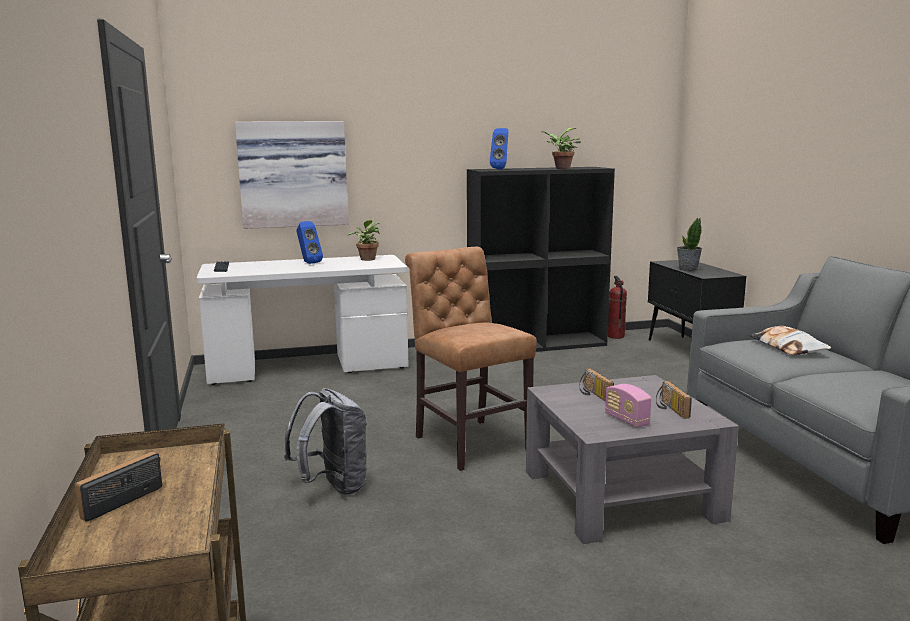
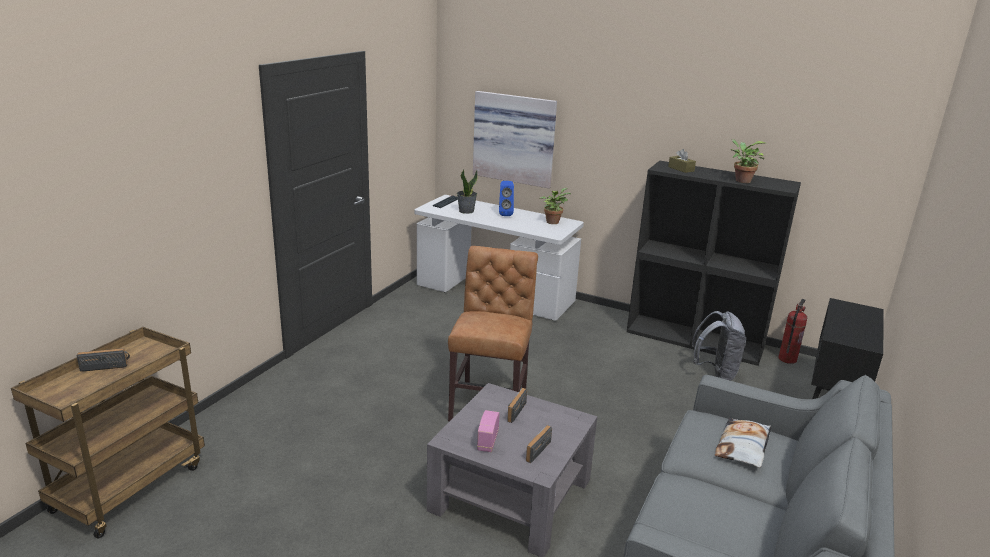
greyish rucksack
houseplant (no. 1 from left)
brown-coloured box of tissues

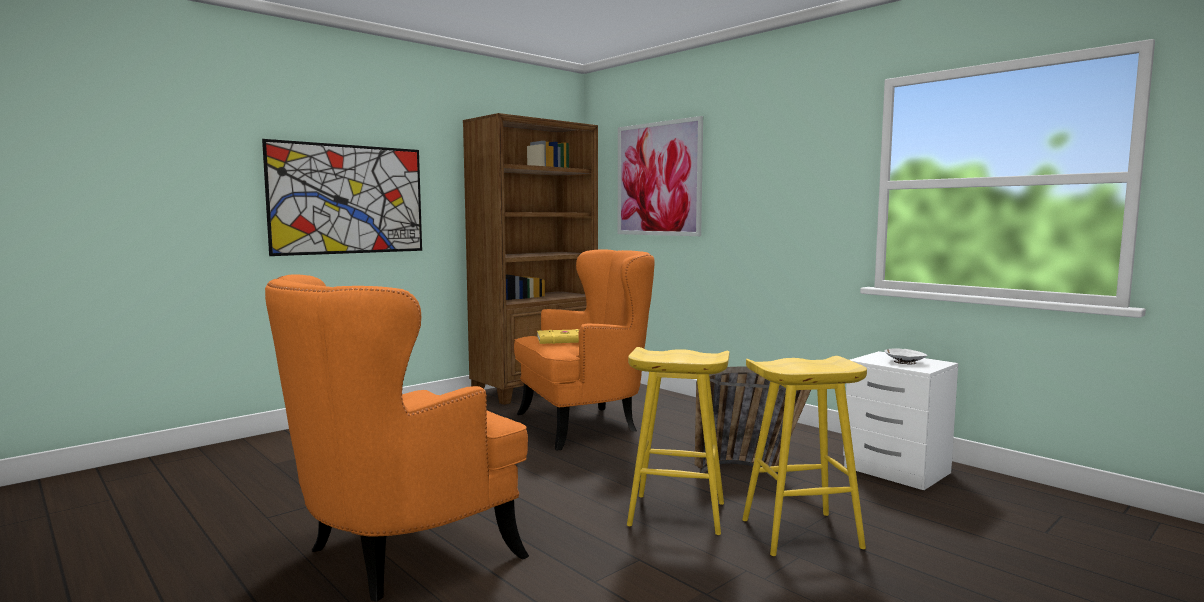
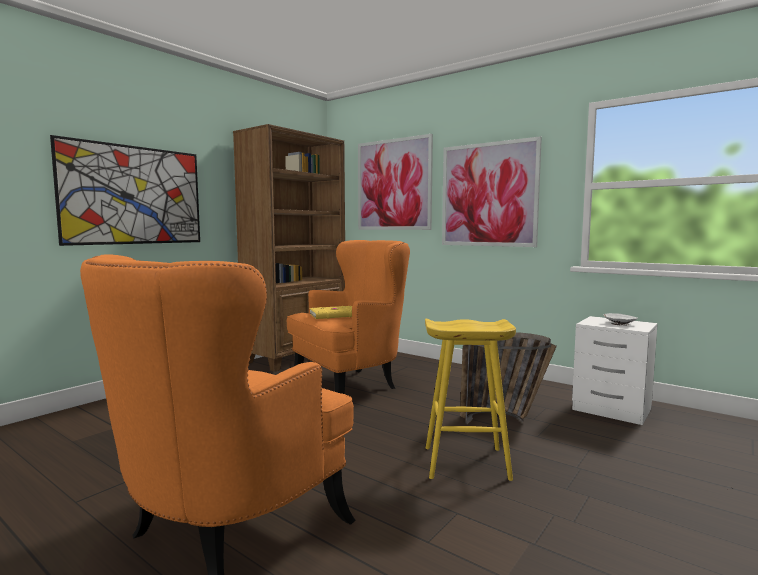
yellow-coloured stool (no. 2 from left in the first image)
wall picture (no. 3 from left)

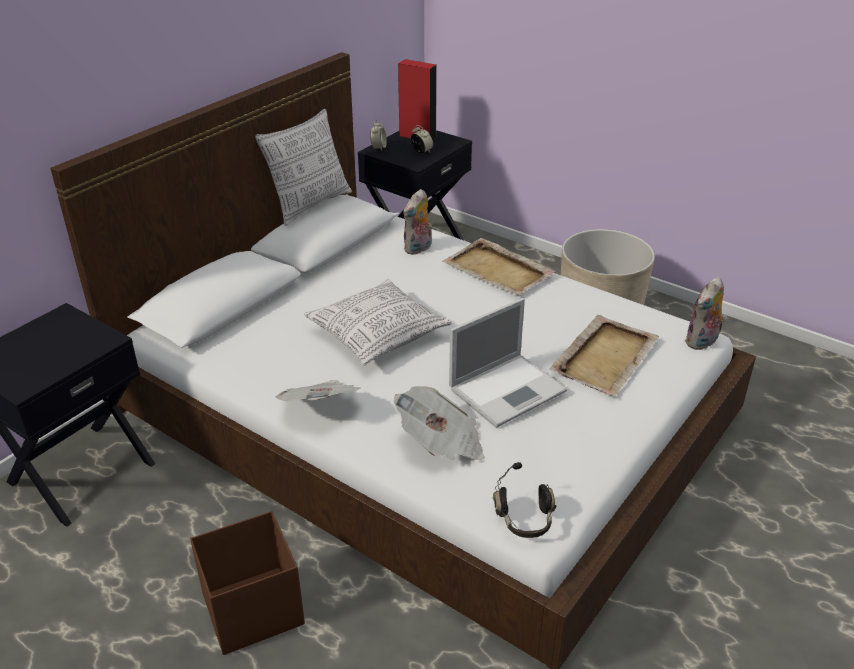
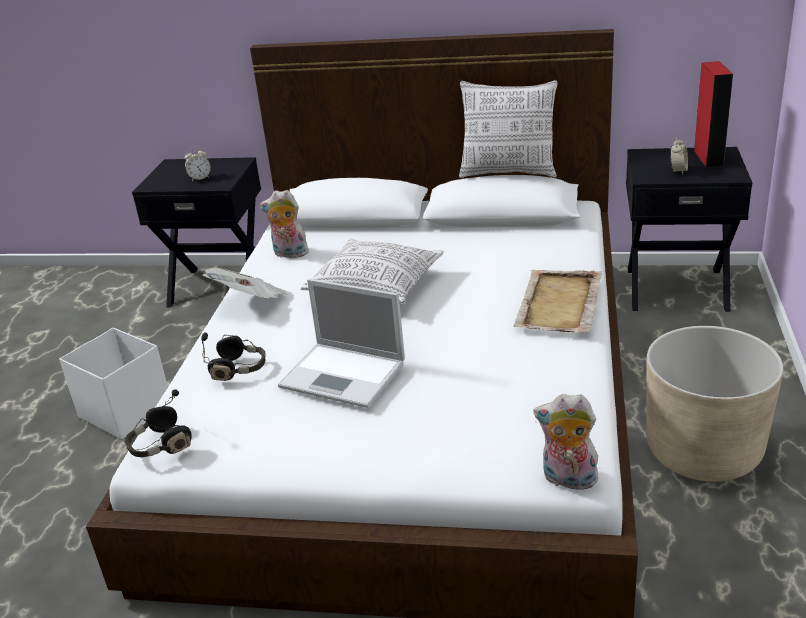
beige carrying tray (no. 2 from left in the first image)
alarm clock (no. 1 from left)
plush toy (no. 1 from left)
blackish pair of headphones (no. 2 from left)
white storage container

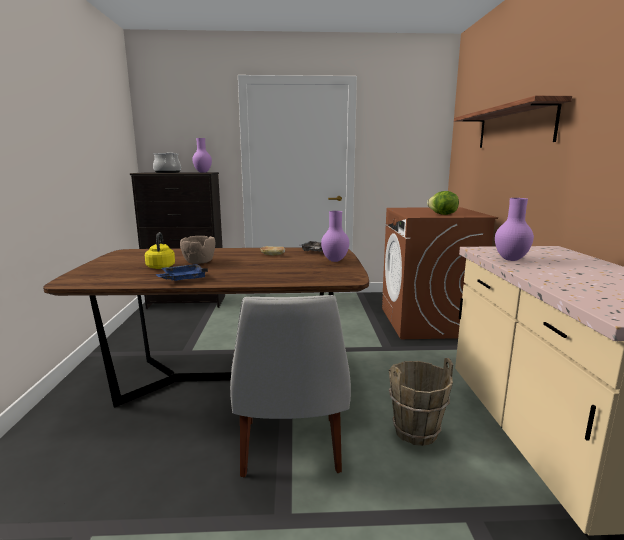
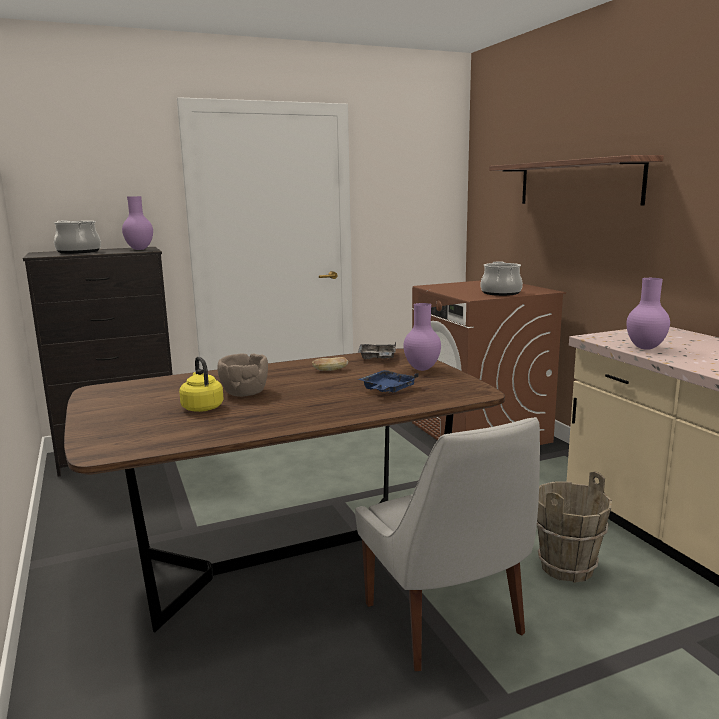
bluish carrying tray
saucepot (no. 2 from left)

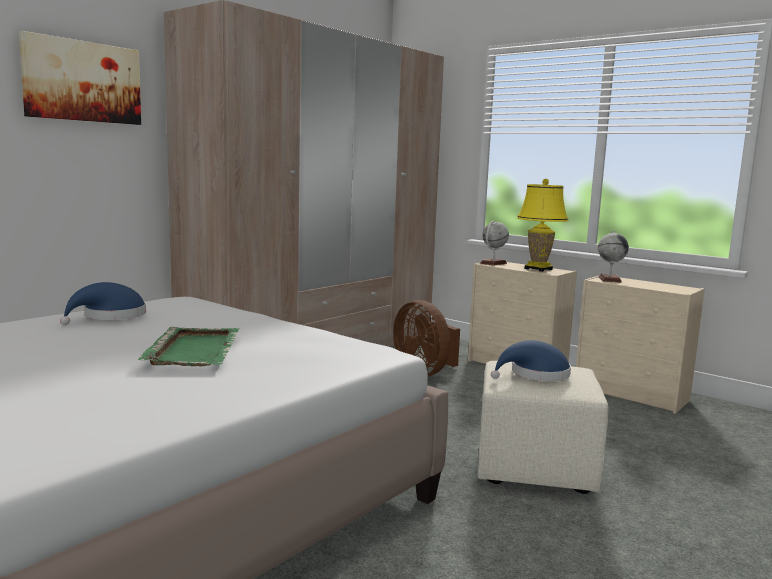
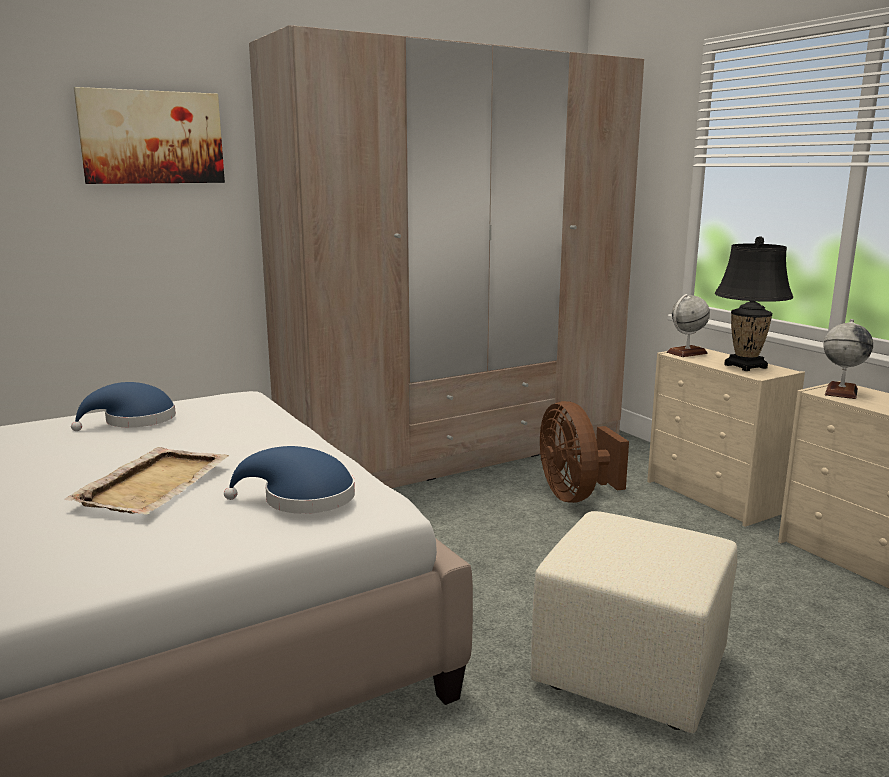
bluish wearable hat (no. 2 from left)
beige carrying tray
blackish table lamp

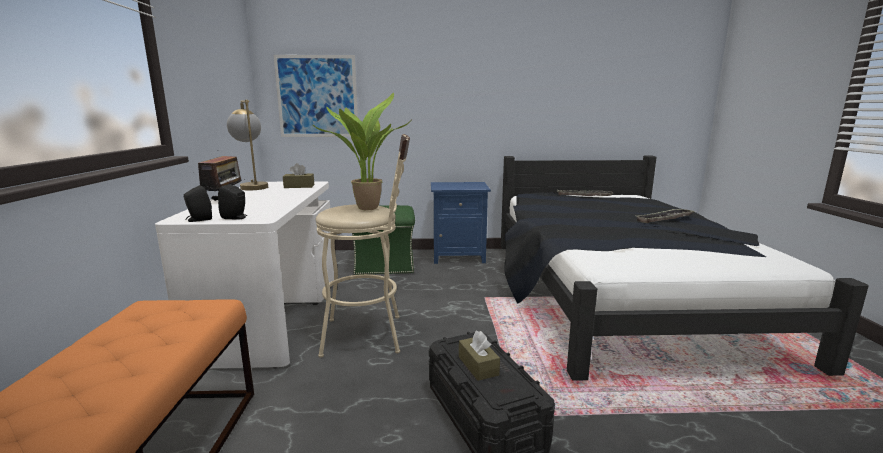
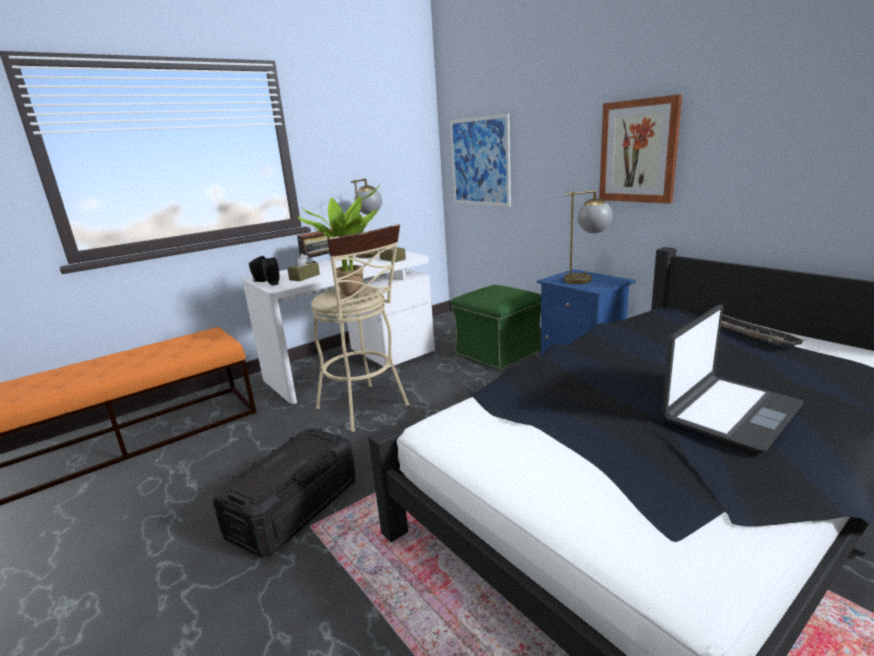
table lamp (no. 2 from left)
wall picture (no. 2 from left)
brown-coloured box of tissues (no. 1 from left)
laptop

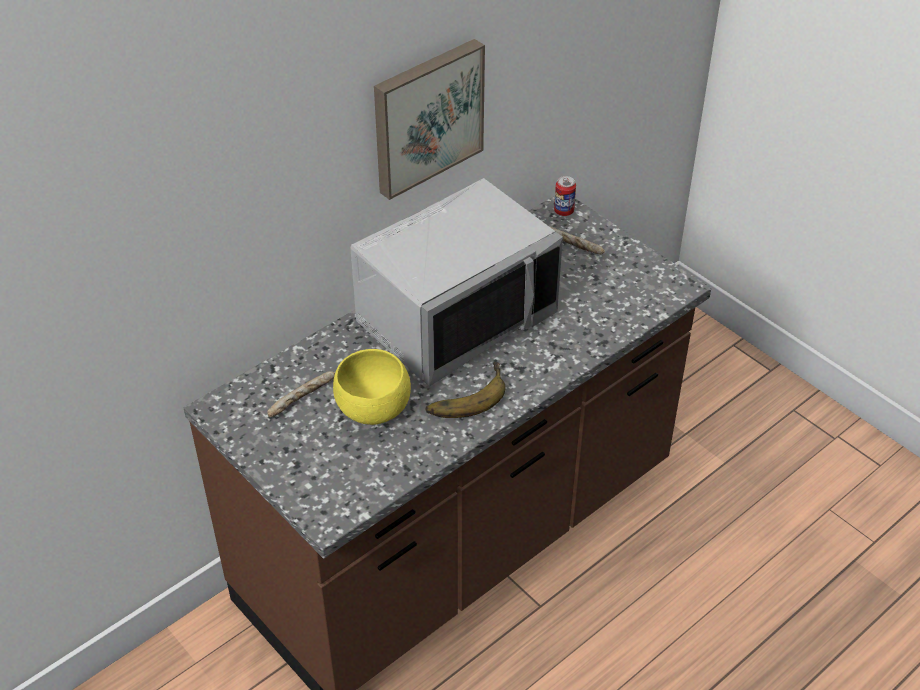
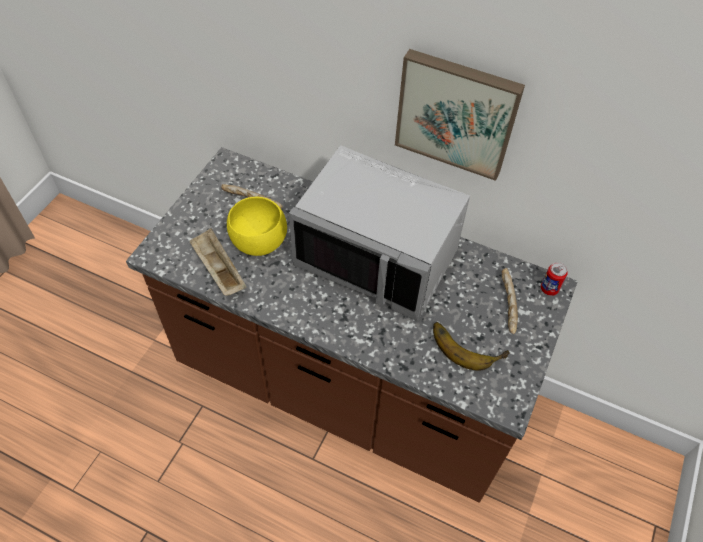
beige carrying tray
banana

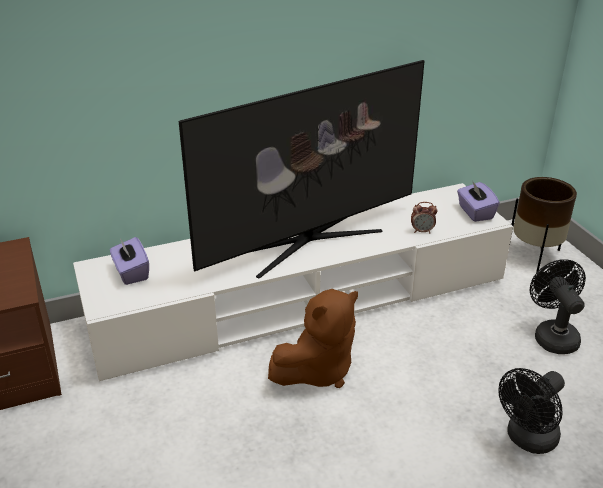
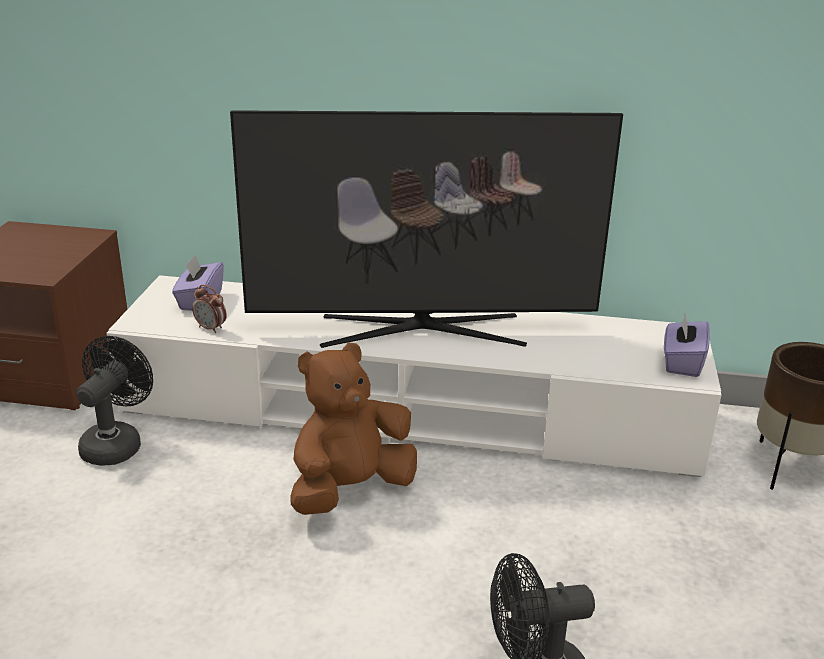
alarm clock
blackish cooling fan (no. 1 from left)
brown-coloured plush toy

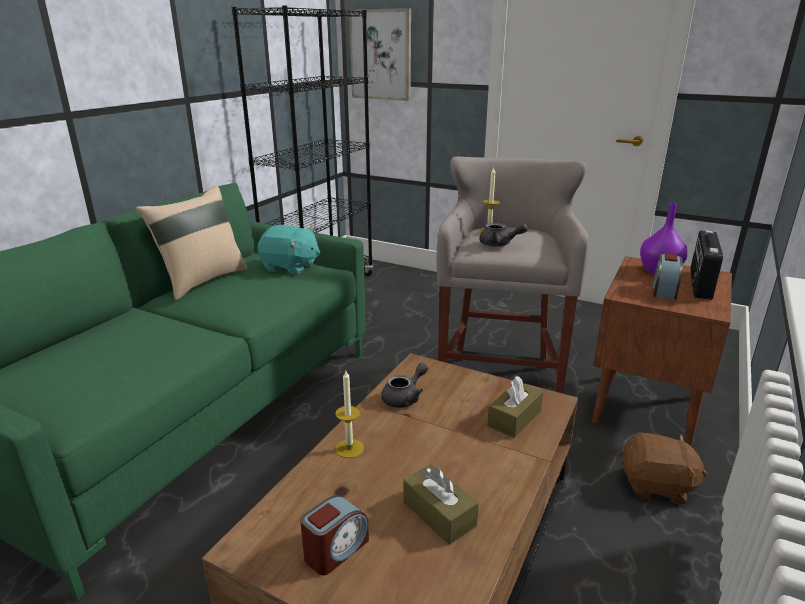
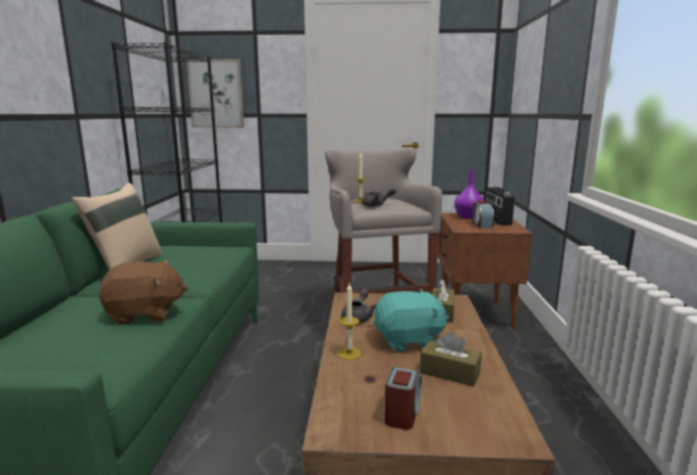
blue-green plush toy
brown-coloured plush toy

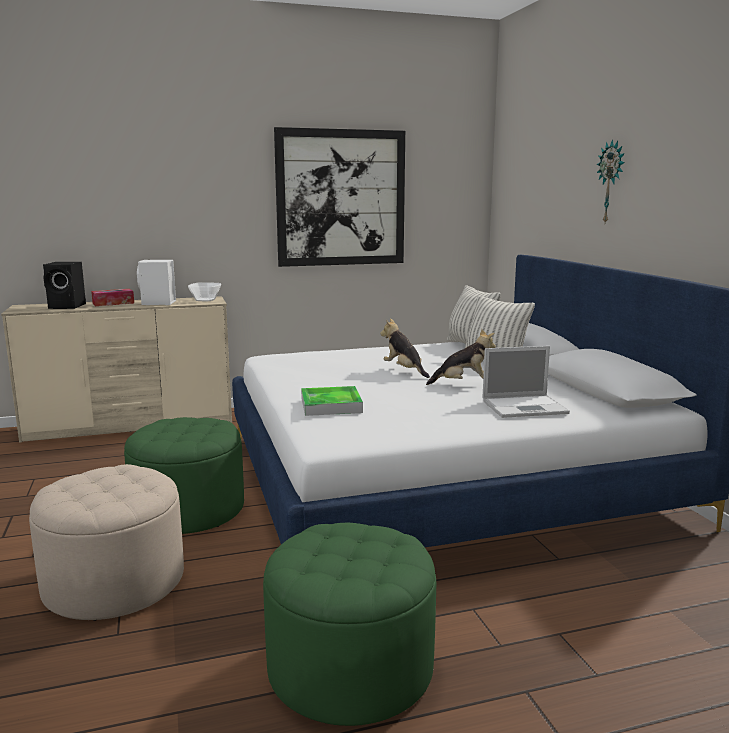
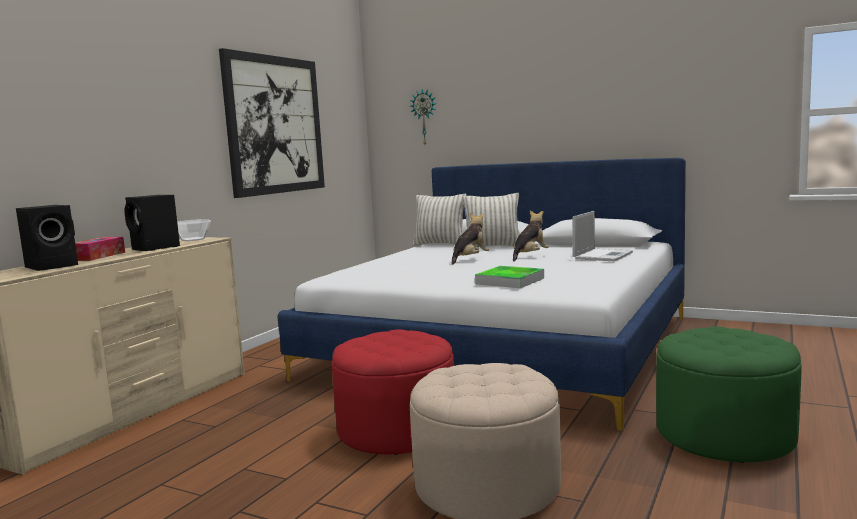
wall clock
red-coloured pouffe
blackish audio speaker (no. 2 from left)
plush toy (no. 1 from left)

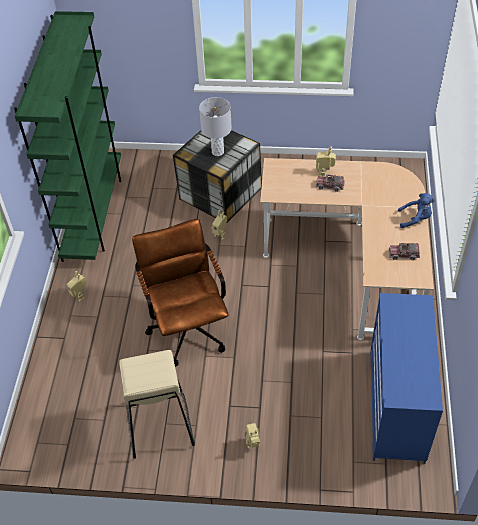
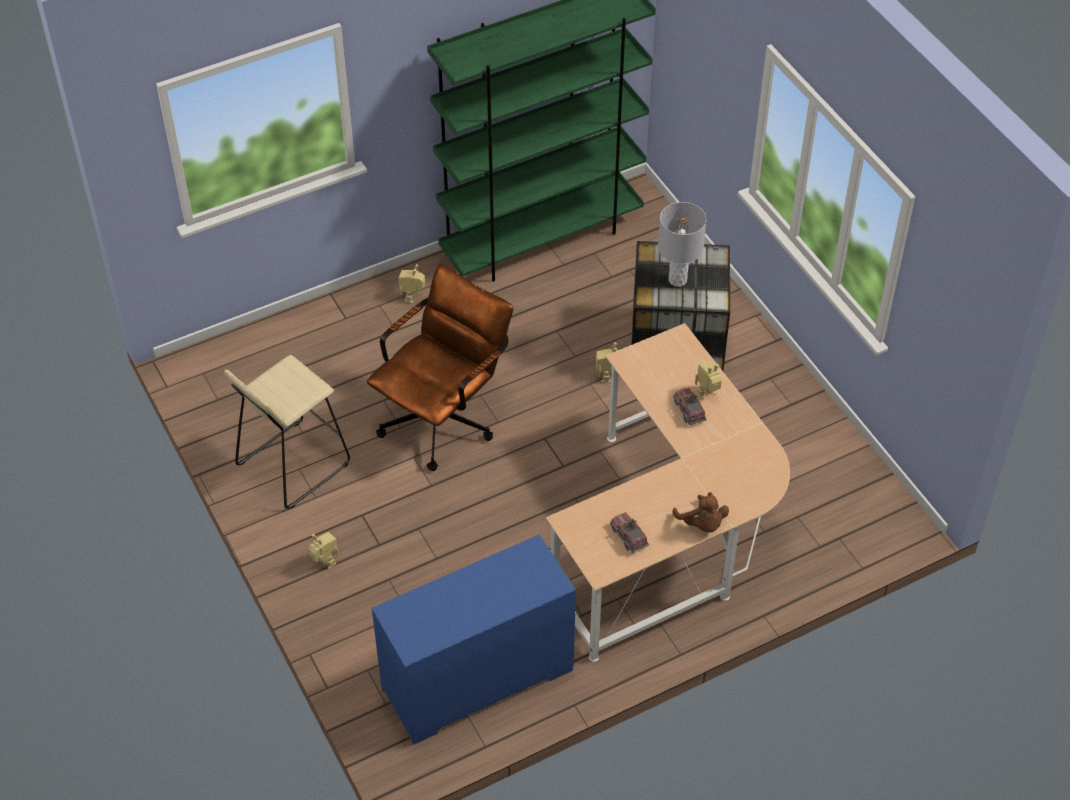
brown-coloured plush toy

